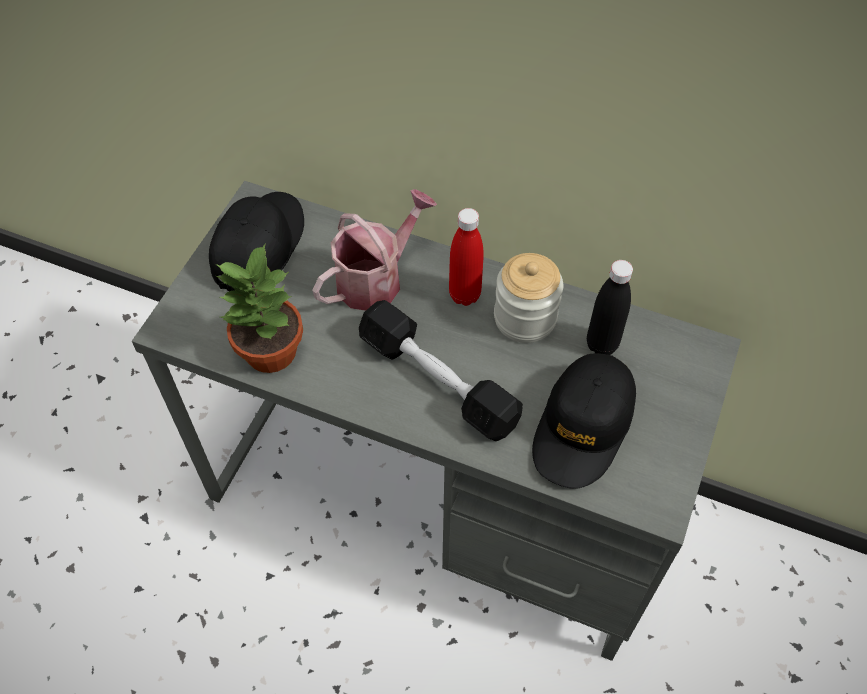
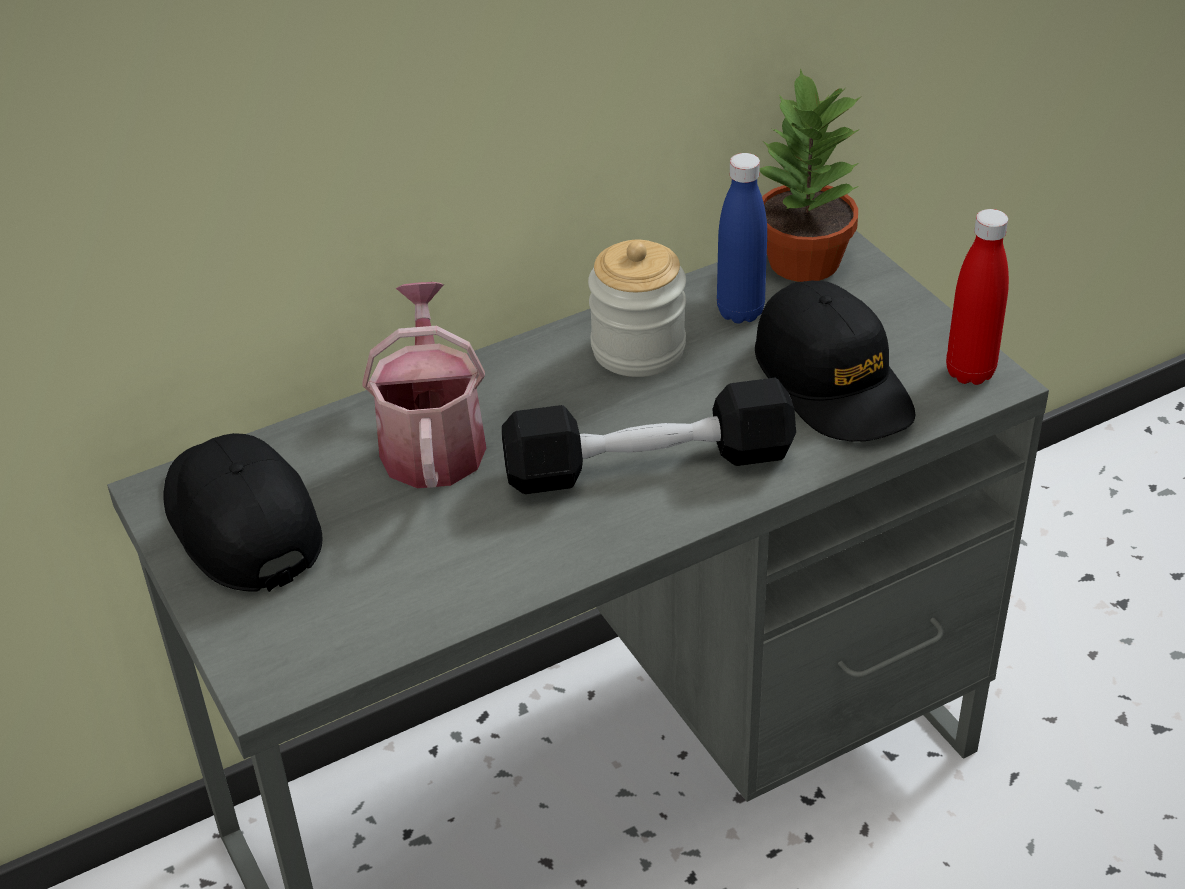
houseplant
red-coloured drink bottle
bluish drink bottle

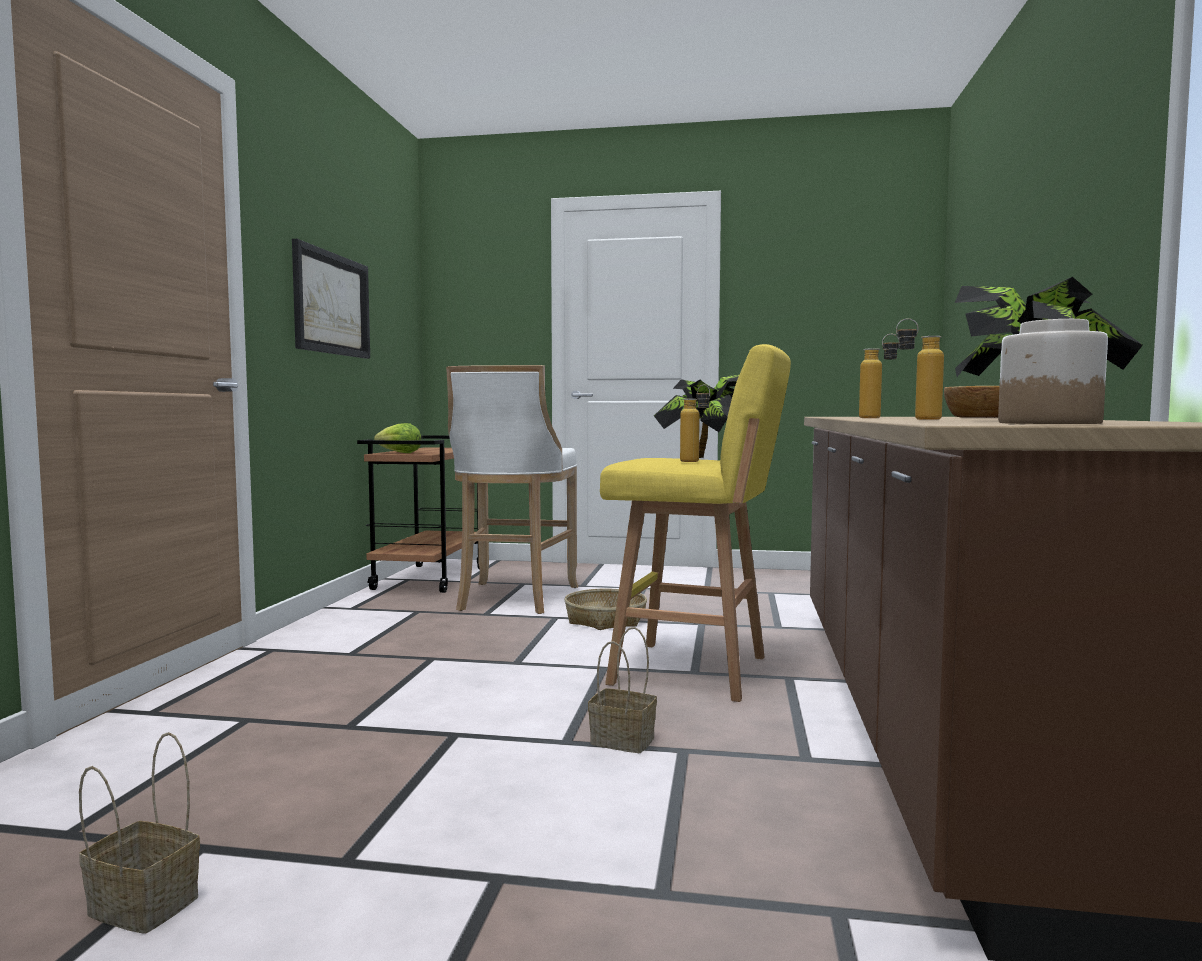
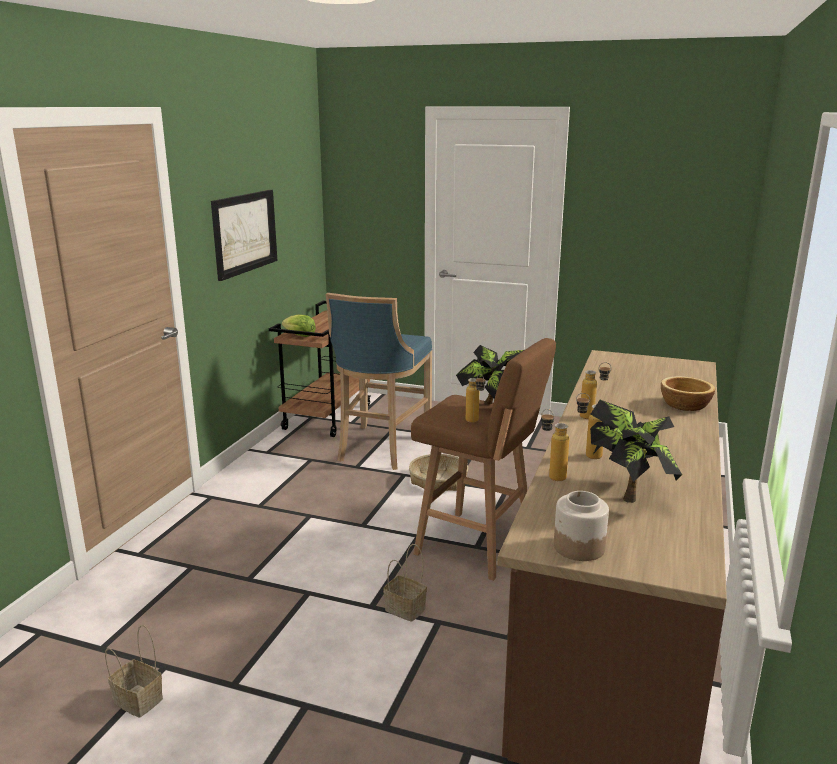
drink bottle (no. 2 from left)
bluish stool
brown-coloured stool

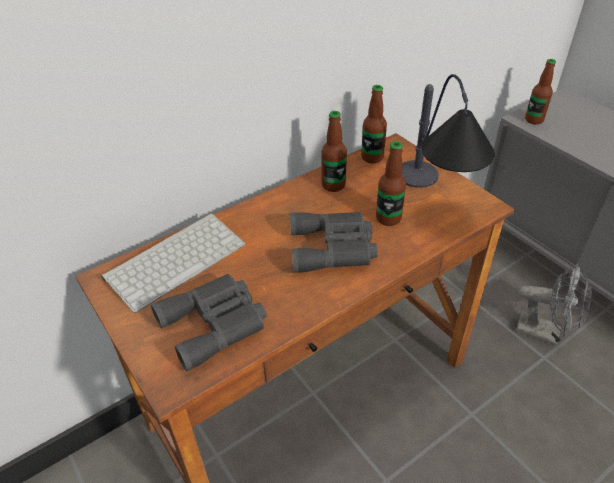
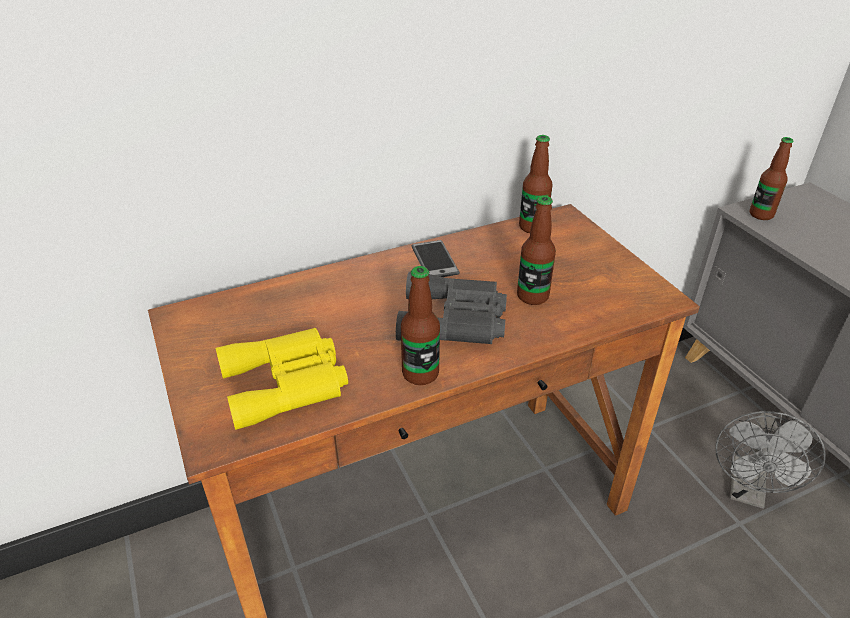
computer keyboard
table lamp
telephone
drink bottle (no. 1 from left)
yellow-coloured field glasses
greyish cooling fan

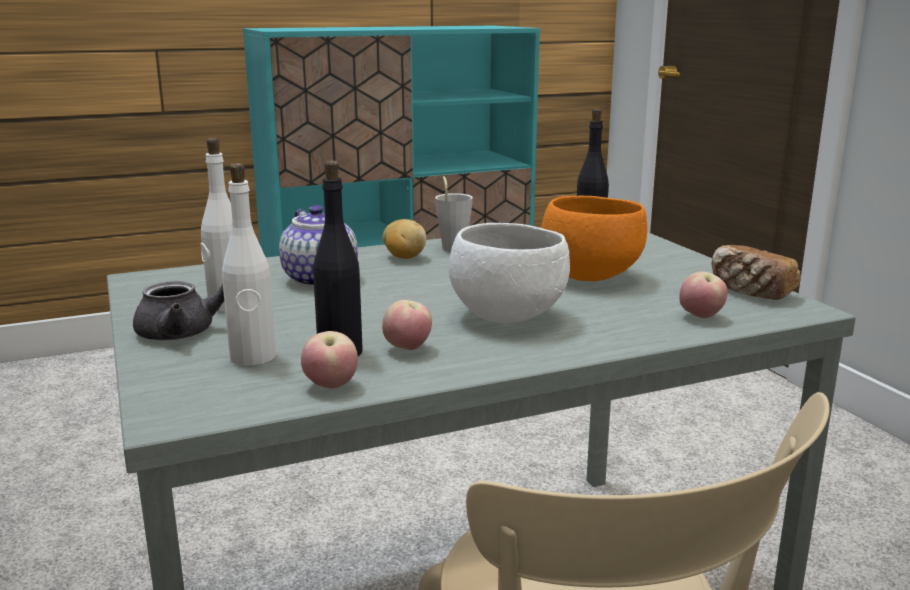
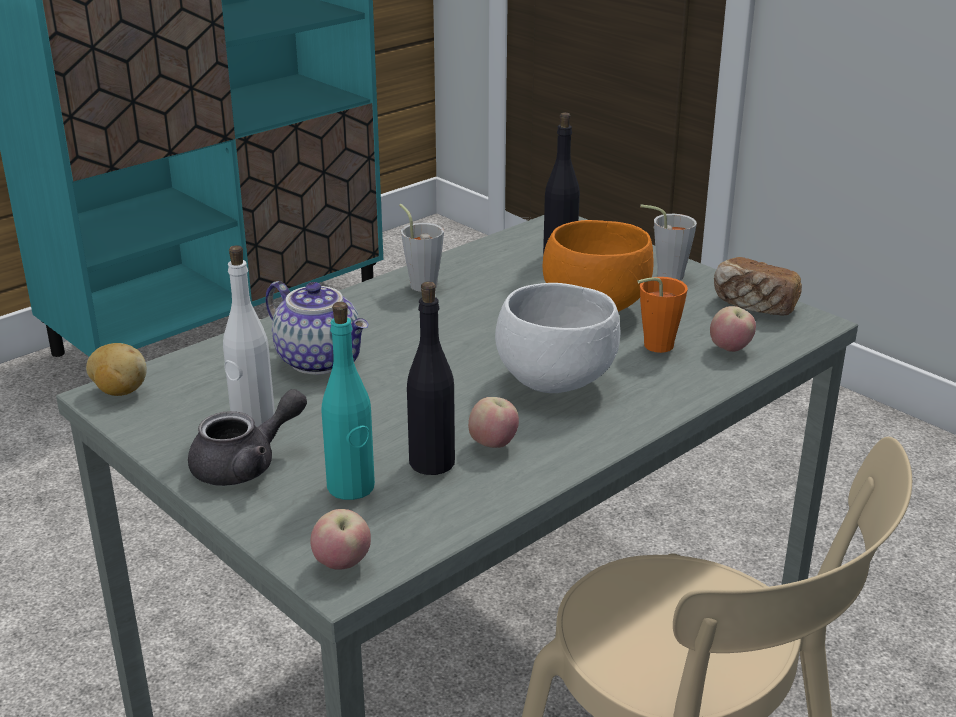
orange drinking cup
greyish drinking cup (no. 2 from left)
apple fruit (no. 1 from left)
spud
blue-green drink bottle

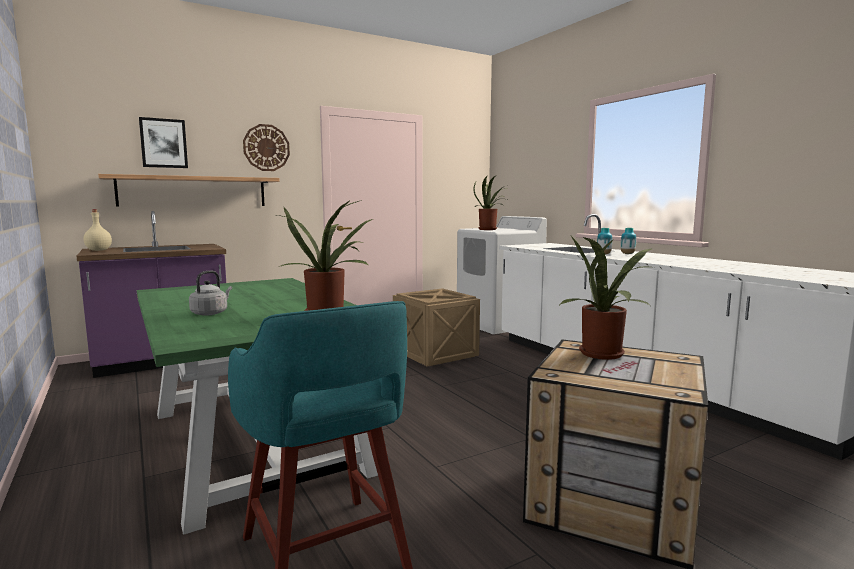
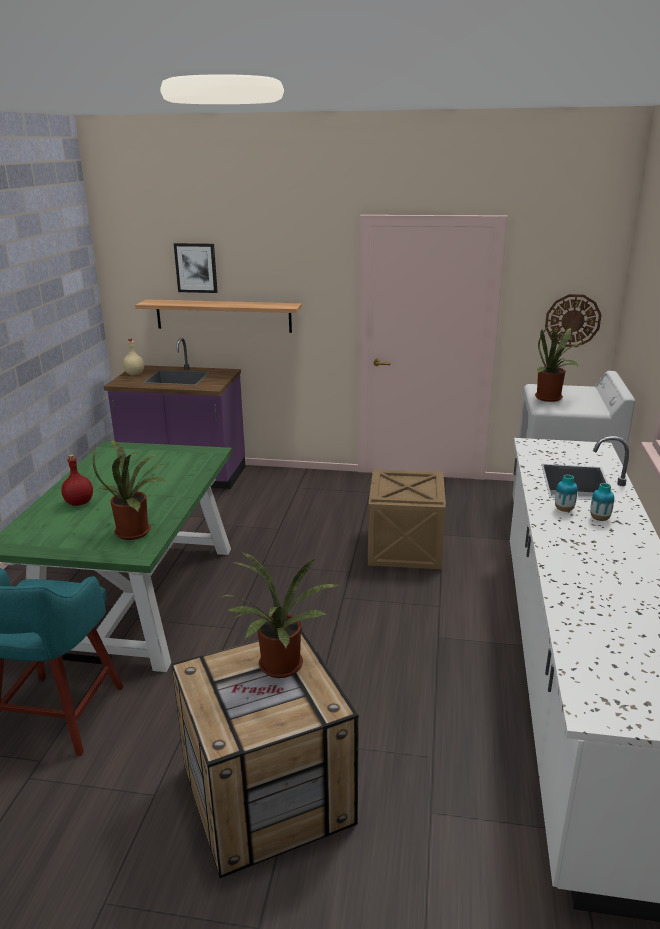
wall clock
red-coloured drink bottle

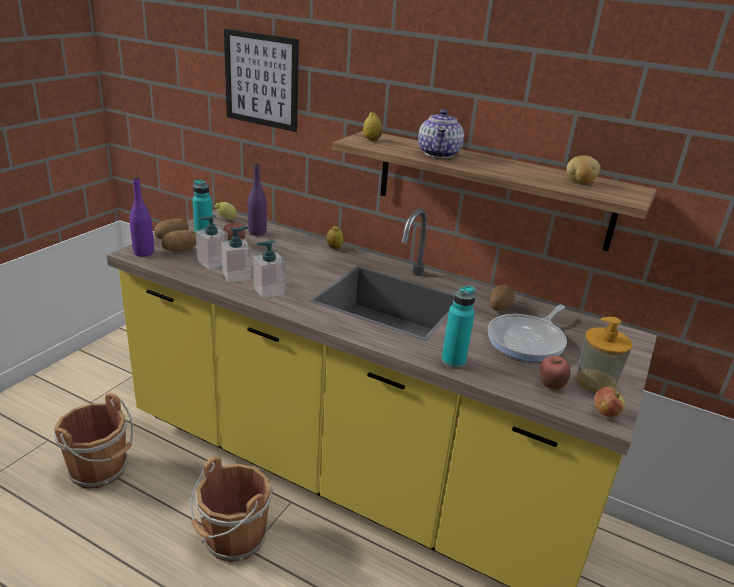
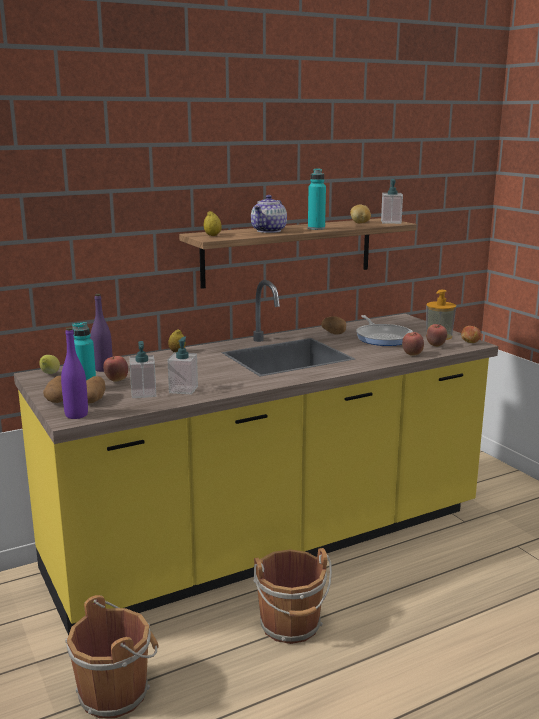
wall picture
apple fruit (no. 2 from left)
liquid soap bottle (no. 3 from left)
blue-green drink bottle (no. 2 from left)
teapot

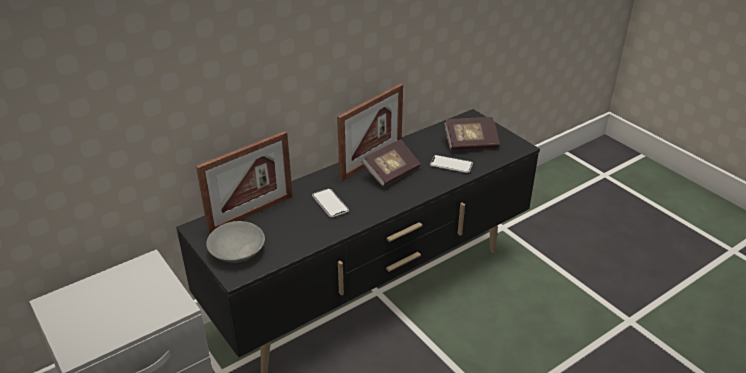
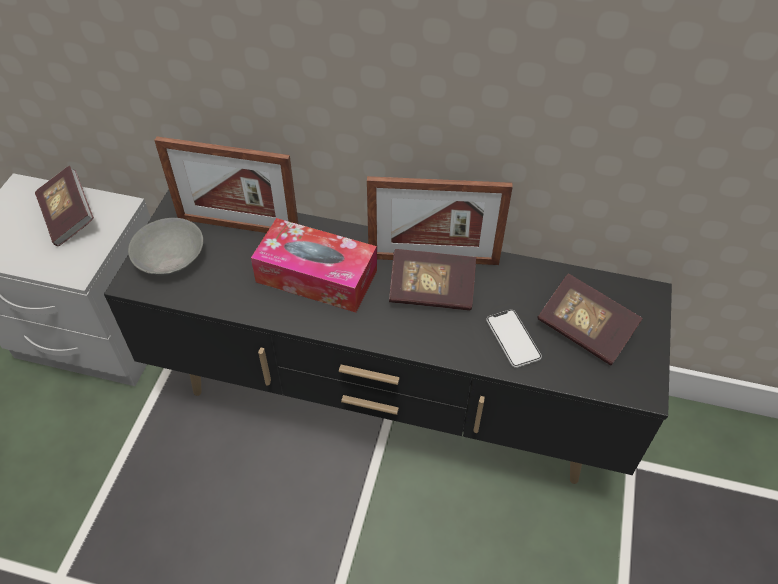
volume (no. 1 from left)
box of tissues

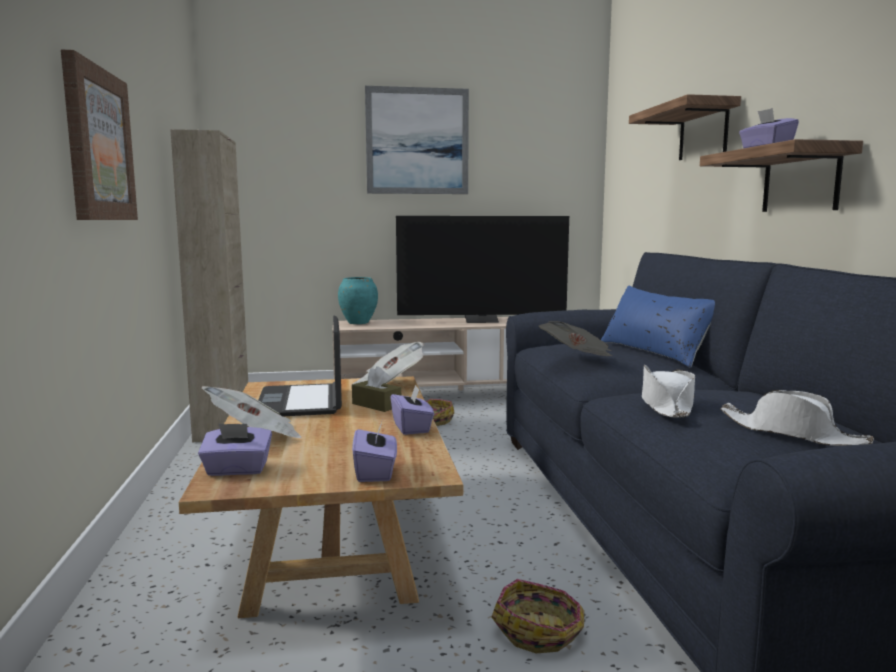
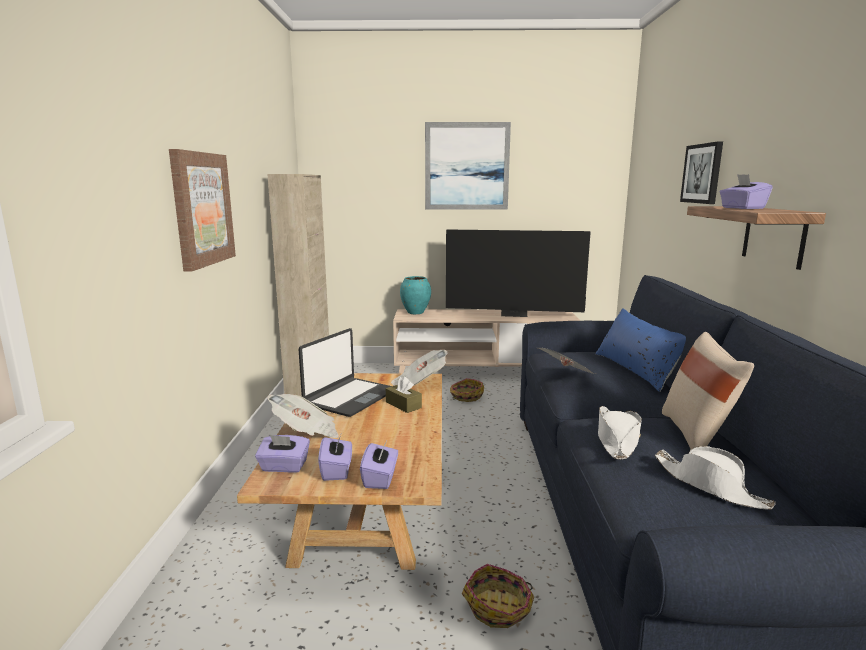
beige pillow
purplish box of tissues (no. 2 from left)
wall picture (no. 3 from left)
laptop

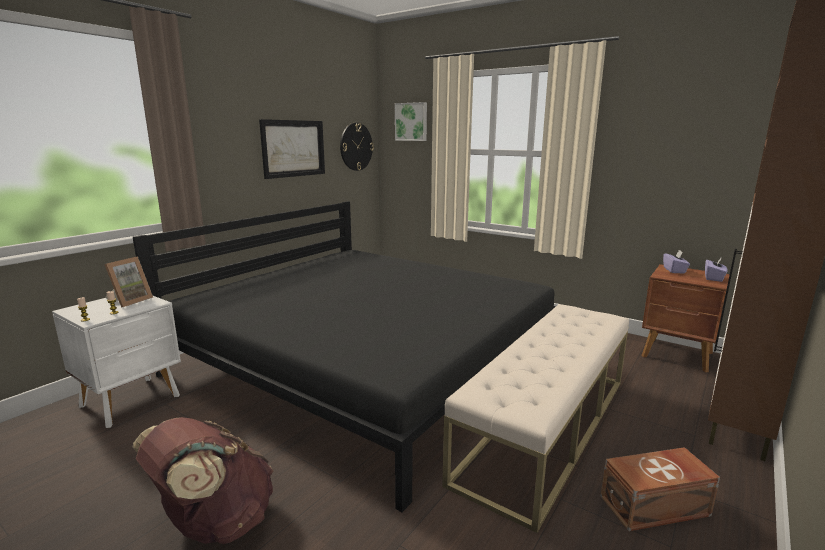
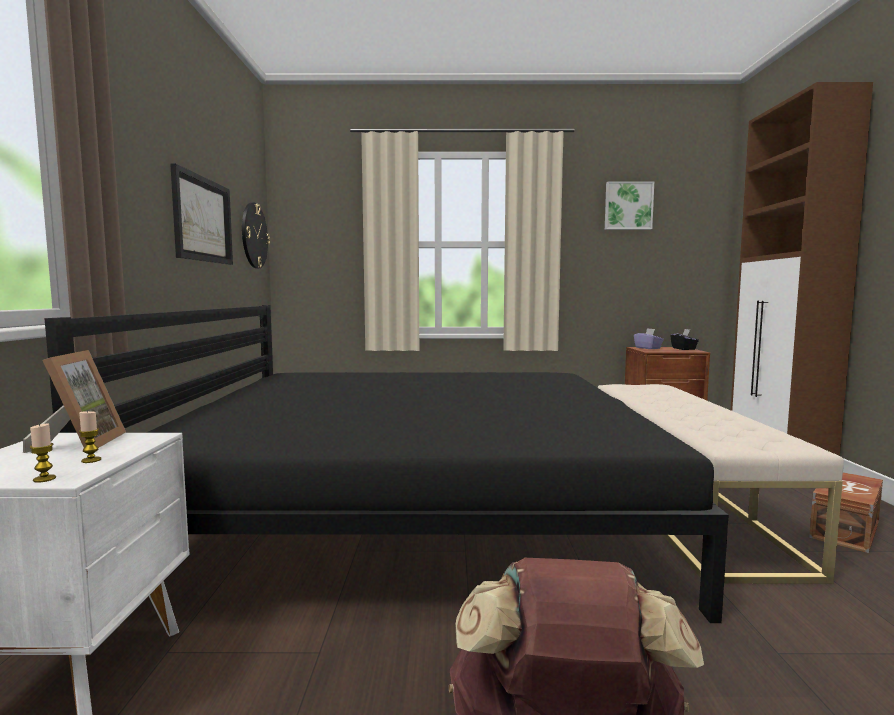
wall picture (no. 2 from left)
blackish box of tissues

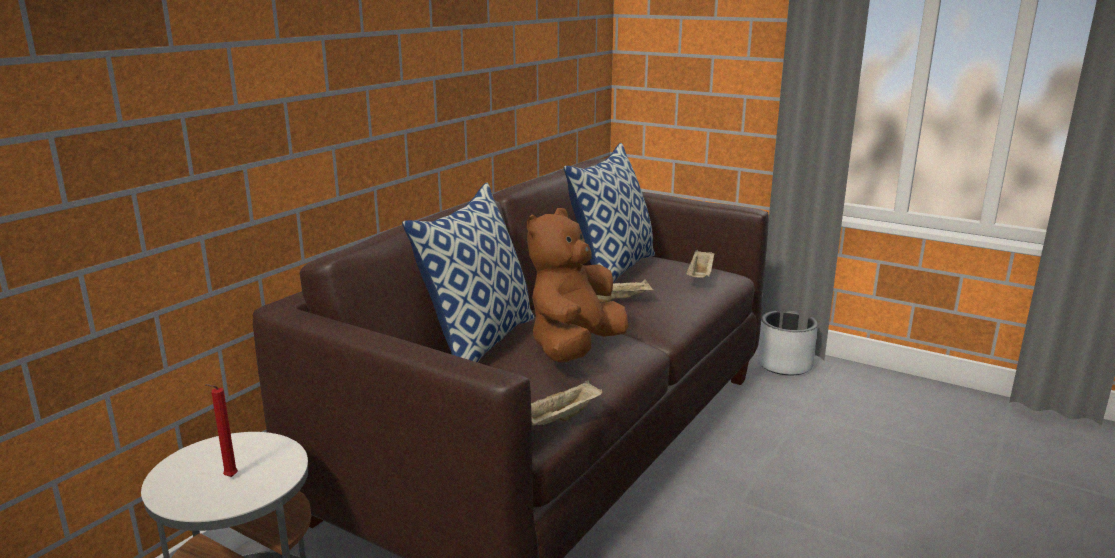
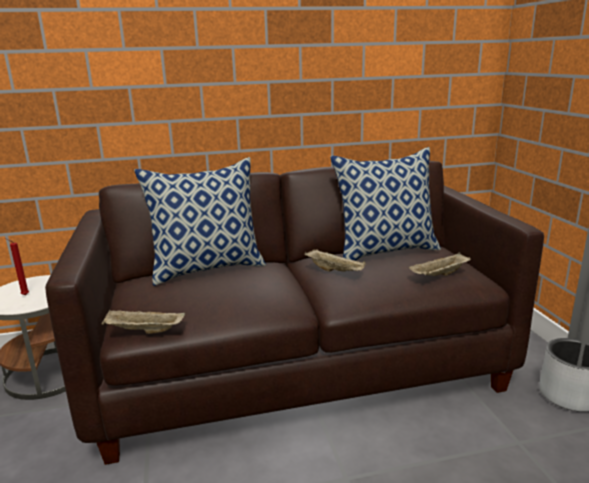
brown-coloured plush toy

